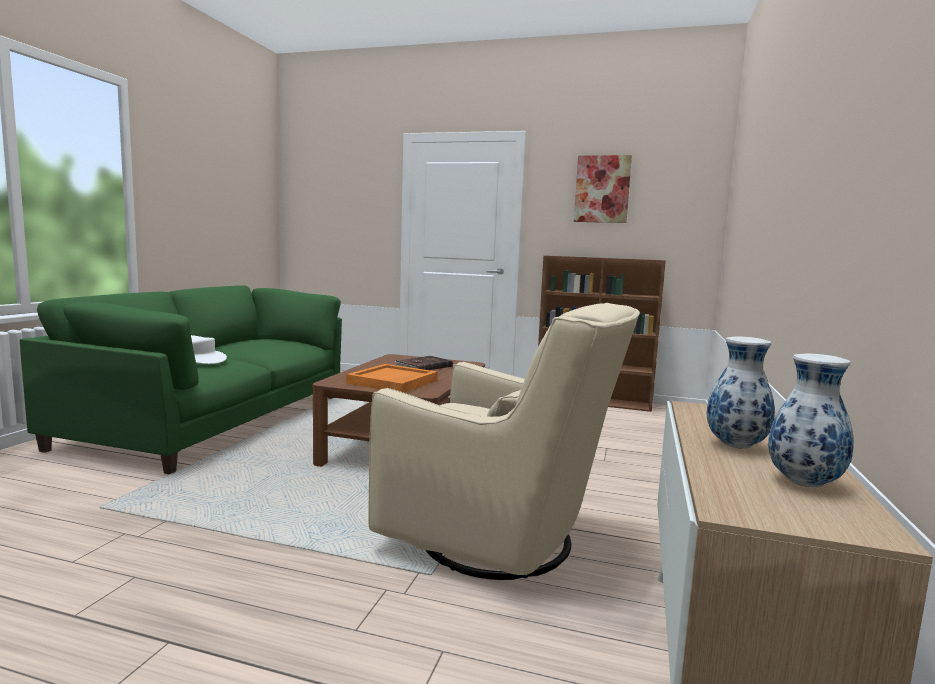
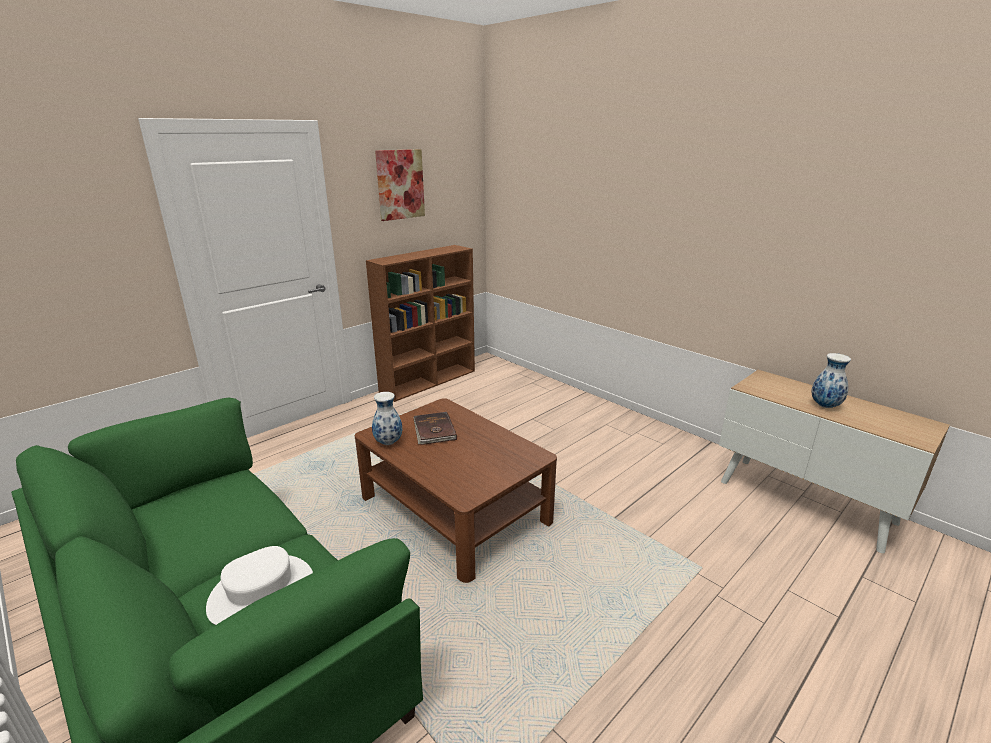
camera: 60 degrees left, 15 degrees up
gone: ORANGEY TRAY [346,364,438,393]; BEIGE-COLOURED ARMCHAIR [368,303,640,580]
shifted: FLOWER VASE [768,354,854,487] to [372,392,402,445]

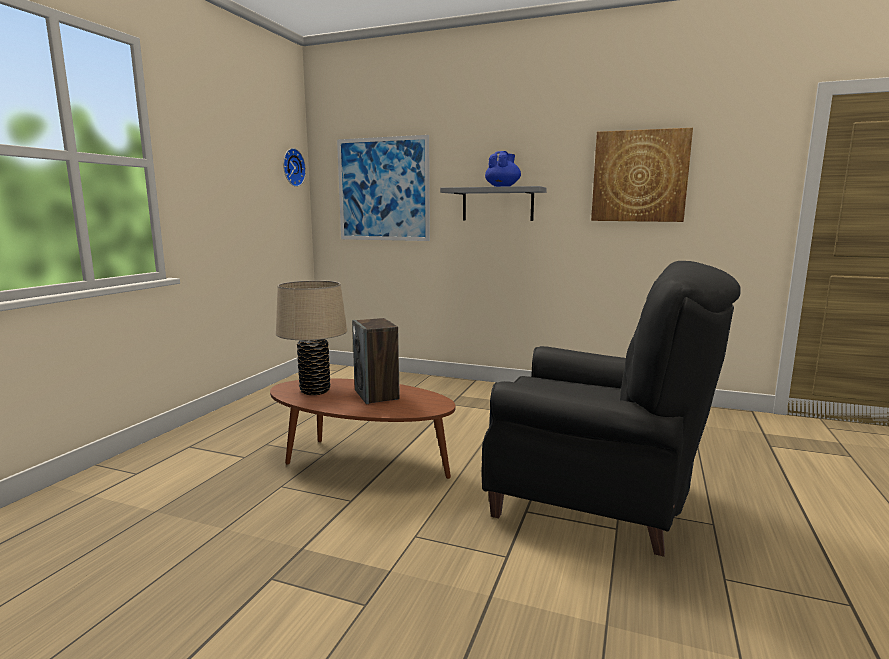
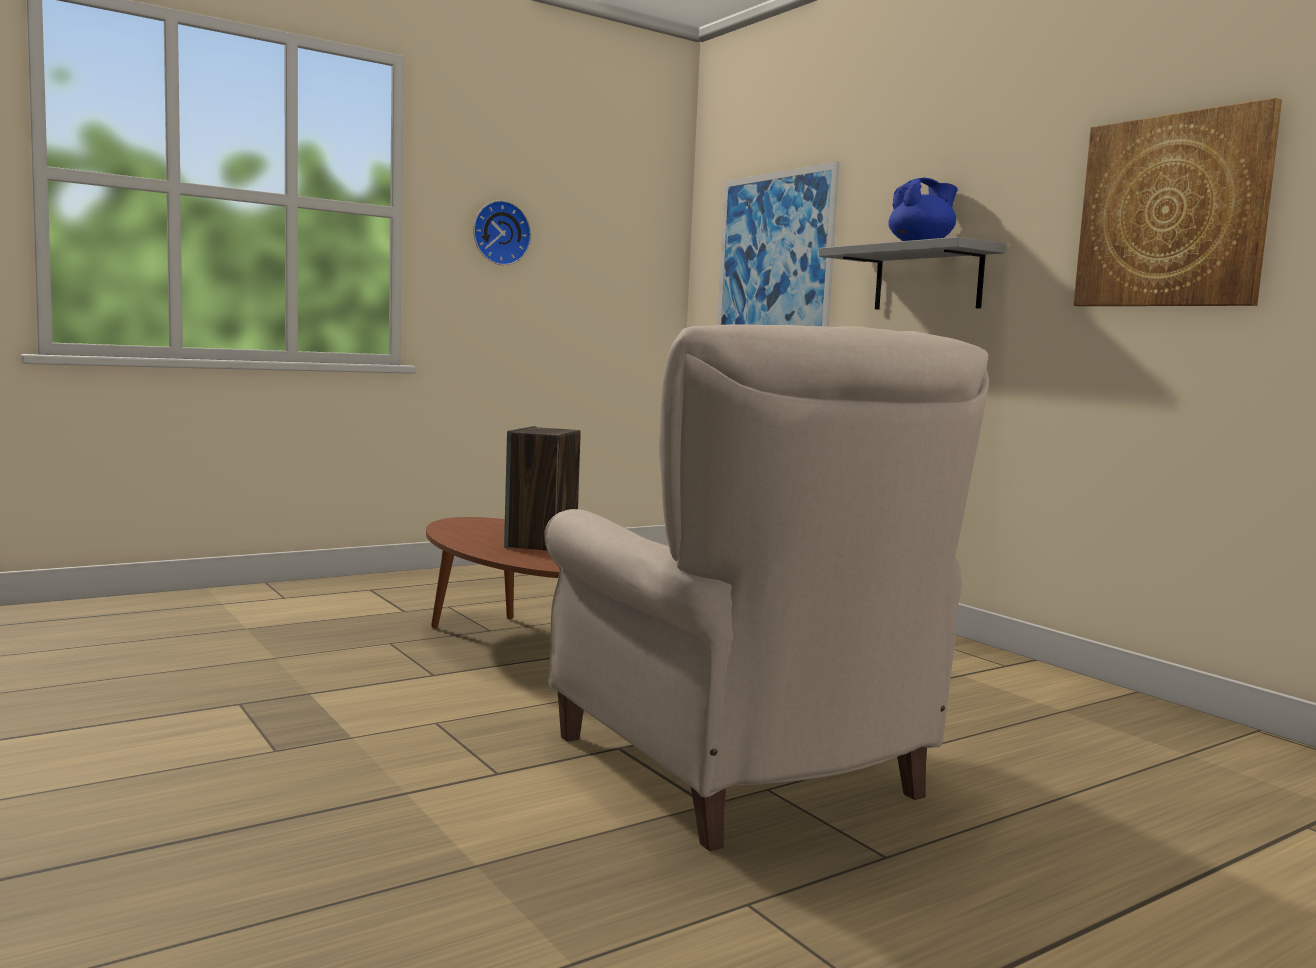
camera: 35 degrees right, 5 degrees down
gone: BEIGE-COLOURED LAMP FOR A TABLE [276,280,347,395]
shifted: WALL CLOCK [283,148,306,187] to [473,200,531,265]
repainted: BLACKISH ARMCHAIR [481,261,741,557] to BEIGE-COLOURED ARMCHAIR [544,324,989,851]

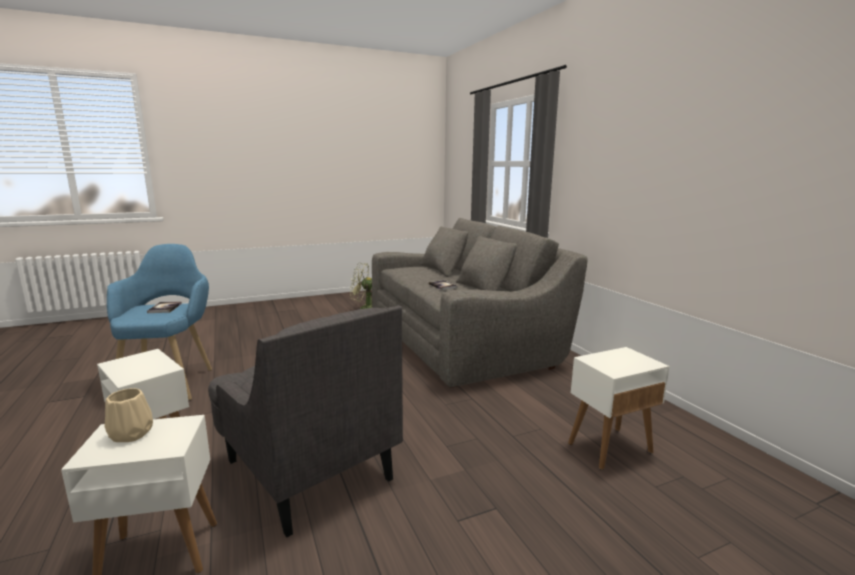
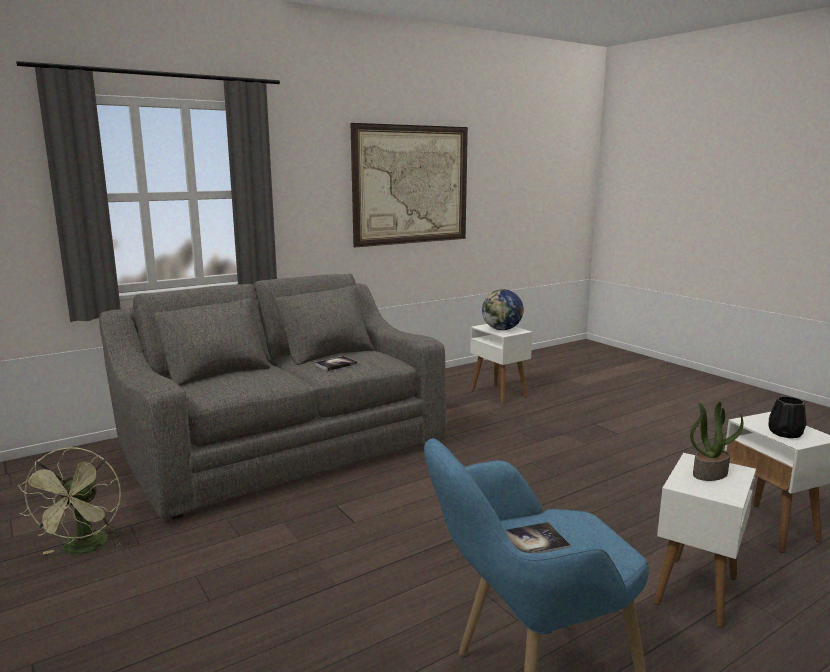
camera: 100 degrees left, 0 degrees up
gone: GREYISH ARMCHAIR [208,305,403,537]
new: WALL PICTURE [350,123,468,247]; DESK GLOBE [482,289,524,330]; HOUSEPLANT [690,402,743,481]
repainted: BEIGE-COLOURED FLOWER VASE [104,388,153,442] to BLACKISH FLOWER VASE [768,396,807,438]

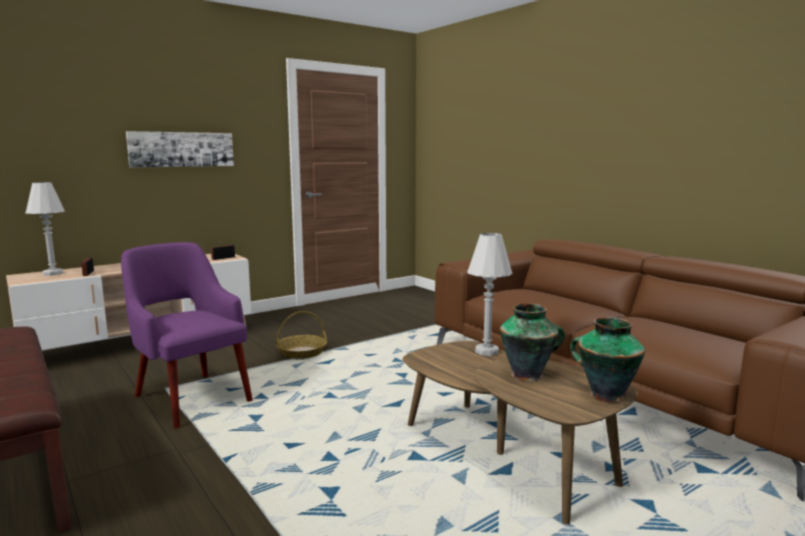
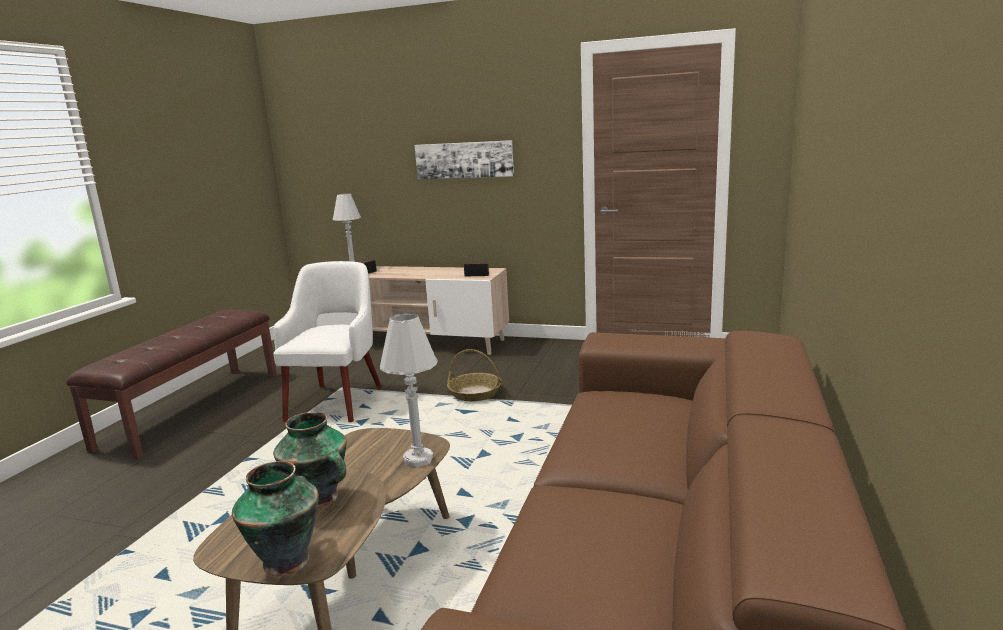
camera: 55 degrees right, 5 degrees up
repainted: PURPLE-COLOURED ARMCHAIR [121,242,253,428] to WHITE-COLOURED ARMCHAIR [273,261,382,422]

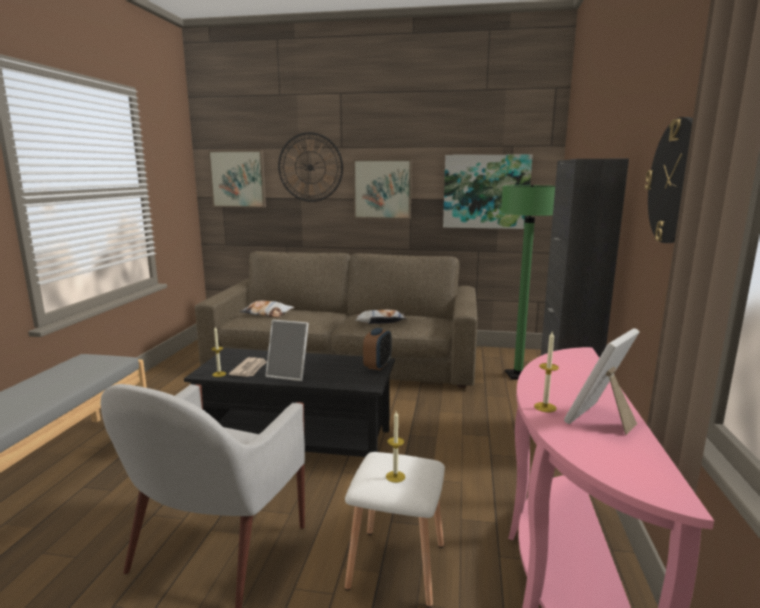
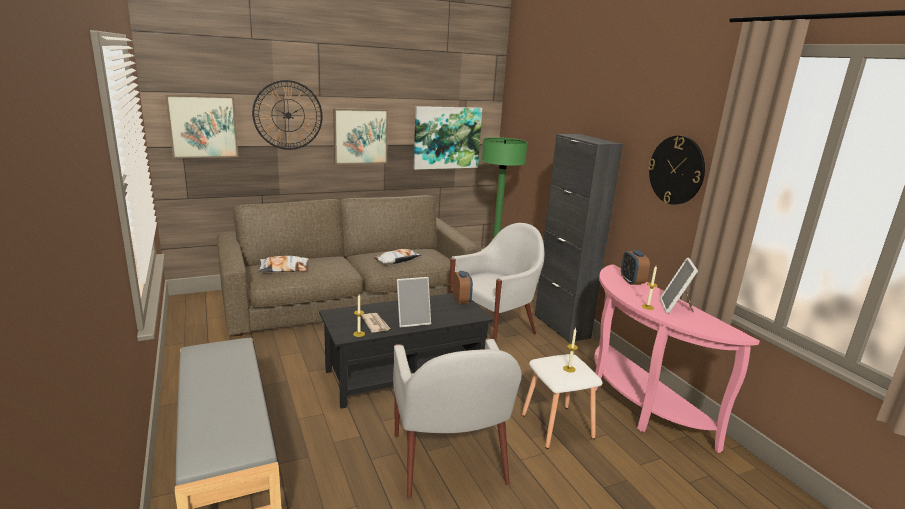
camera: 35 degrees left, 5 degrees up
new: WHITE-COLOURED ARMCHAIR [450,223,544,342]; TABLE CLOCK [621,250,650,285]

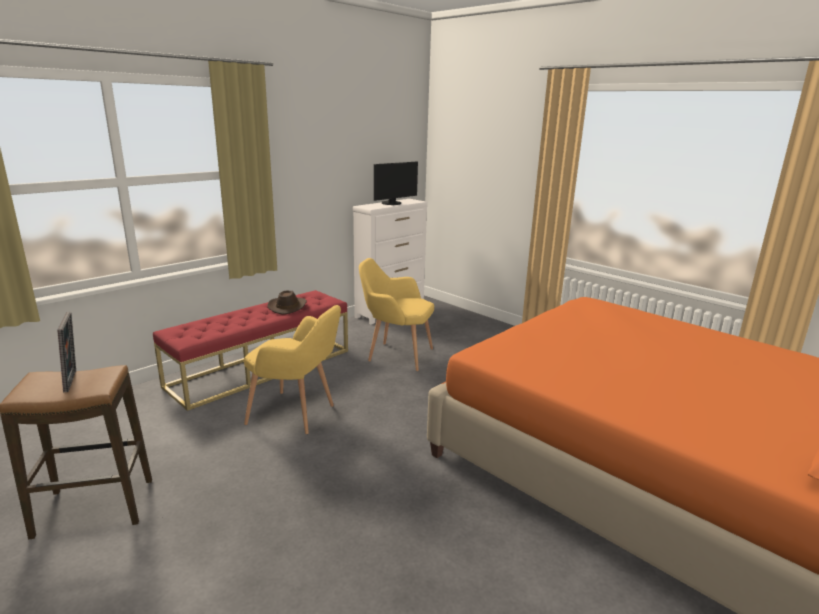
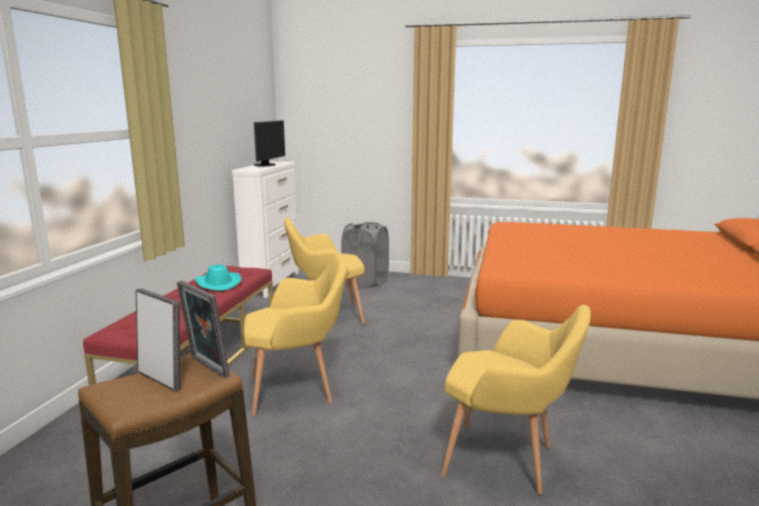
camera: 30 degrees left, 5 degrees down
new: STANDING FRAME [177,281,230,378]; GREYISH LAUNDRY BASKET [341,222,389,288]; YELLOW ARMCHAIR [441,305,591,495]
repainted: BROWN-COLOURED HAT [268,290,307,314] to TURQUOISE HAT [195,264,241,291]

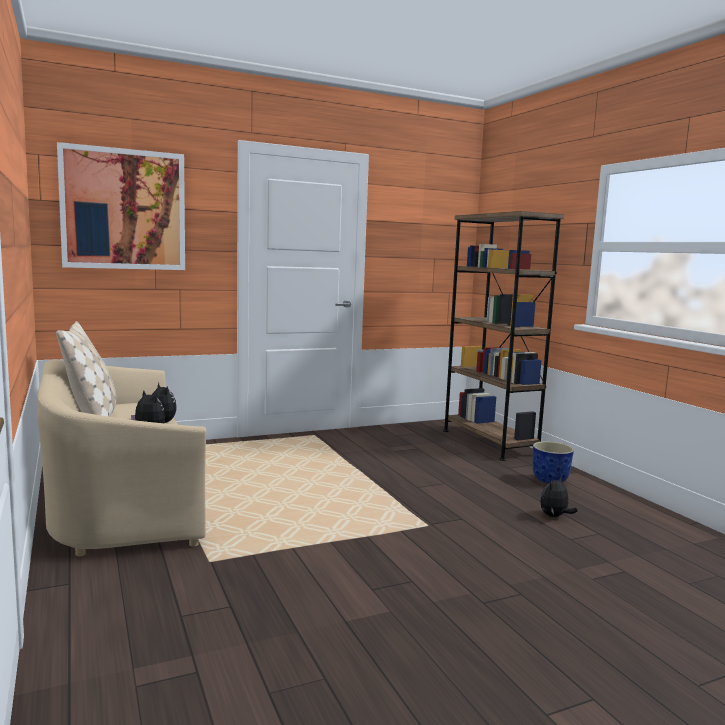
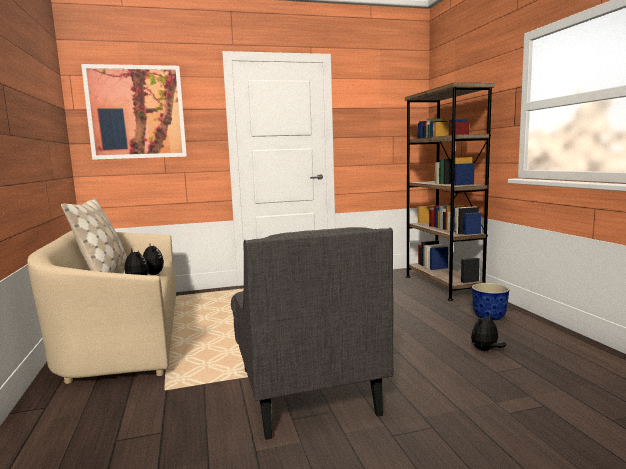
camera: 10 degrees right, 0 degrees up
new: GREYISH ARMCHAIR [231,227,393,440]

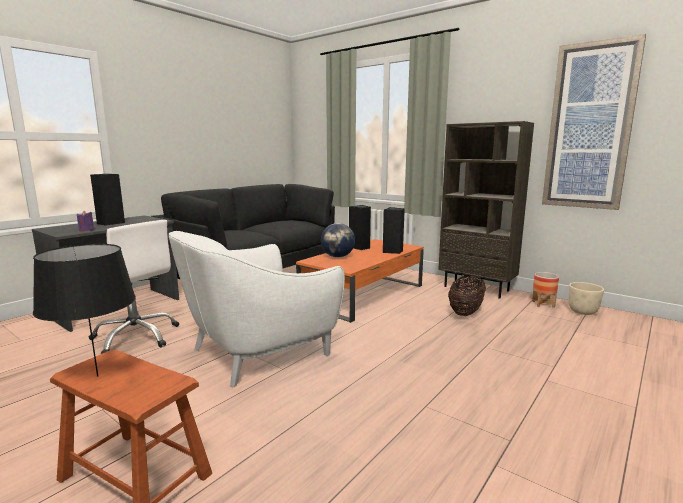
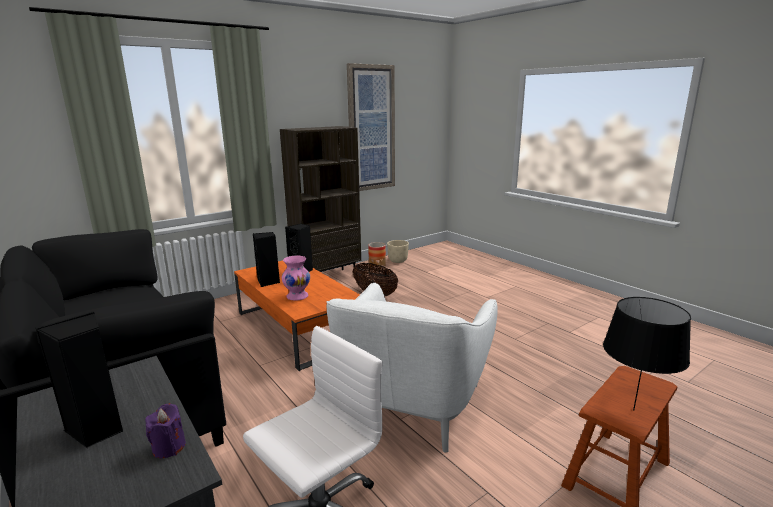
camera: 75 degrees left, 5 degrees up
swapped: DESK GLOBE [321,223,355,258] to PINK-COLOURED FLOWER VASE [282,256,310,301]
rotated: WHITE-COLOURED ARMCHAIR [169,231,345,387] = [326,283,498,452] 45 degrees clockwise

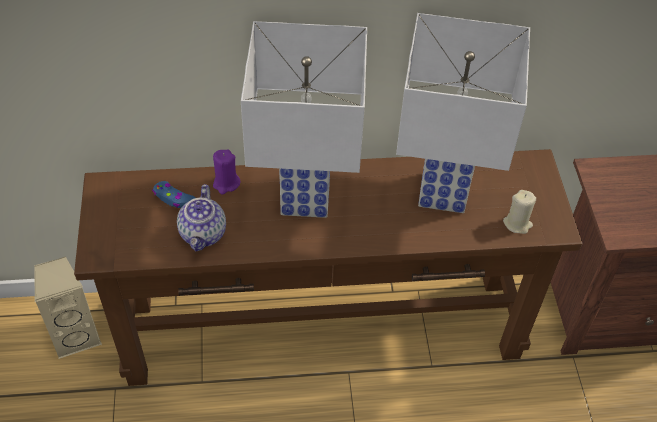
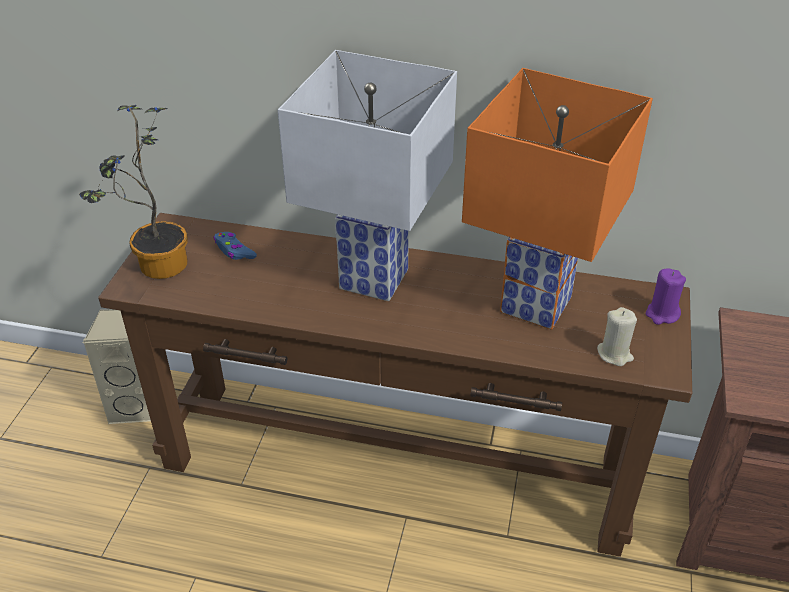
camera: 20 degrees right, 10 degrees down
gone: POT FOR TEA [177,184,226,251]
new: HOUSEPLANT [79,105,188,279]
shifted: PURPLE-COLOURED WAX LIGHT [213,150,241,194] to [646,268,686,325]
repainted: WHITE-COLOURED LAMP FOR A TABLE [396,13,530,213] to ORANGEY LAMP FOR A TABLE [462,68,653,329]

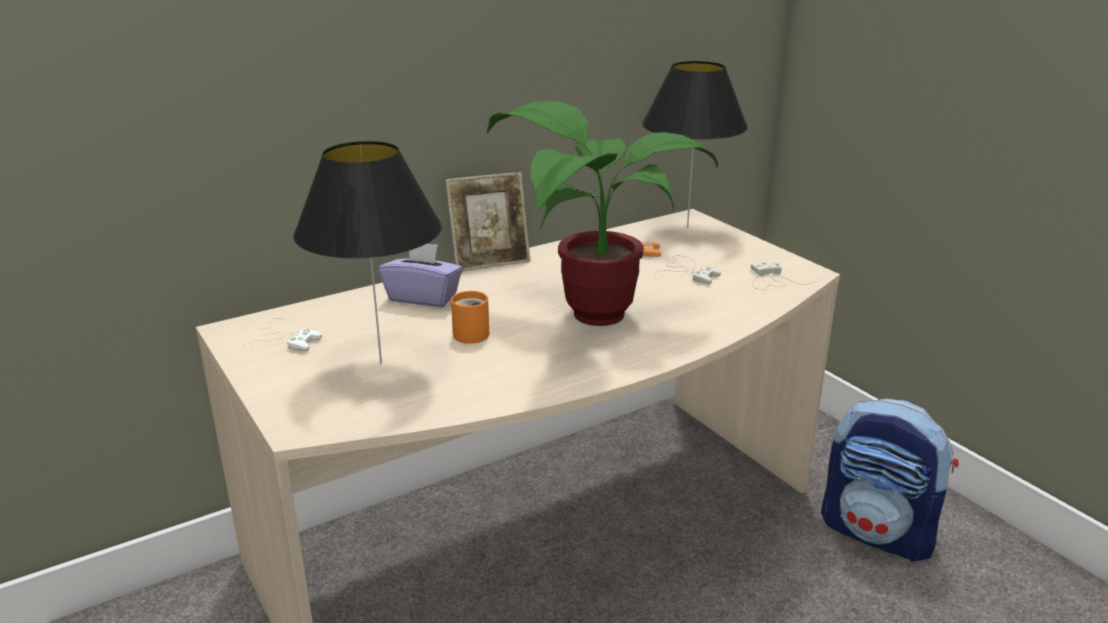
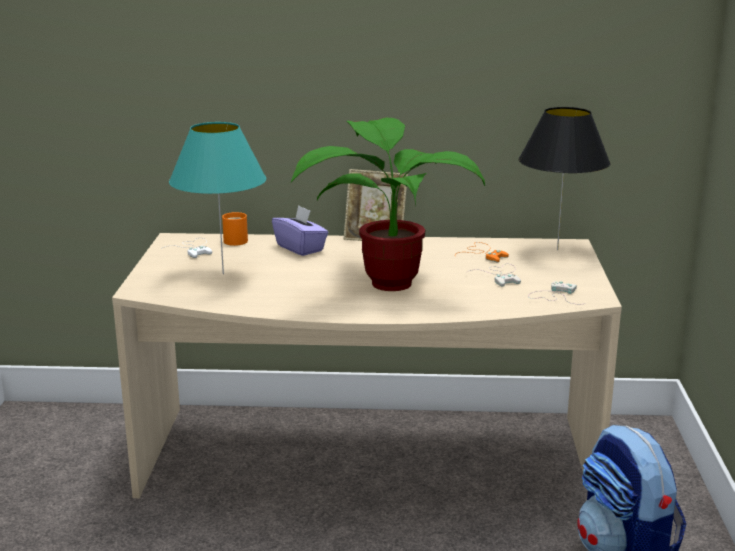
camera: 35 degrees right, 5 degrees down
shifted: ORANGEY MUG [451,291,489,344] to [222,212,248,246]
repainted: BLACKISH LAMP FOR A TABLE [293,141,442,363] to TURQUOISE LAMP FOR A TABLE [169,122,266,274]

